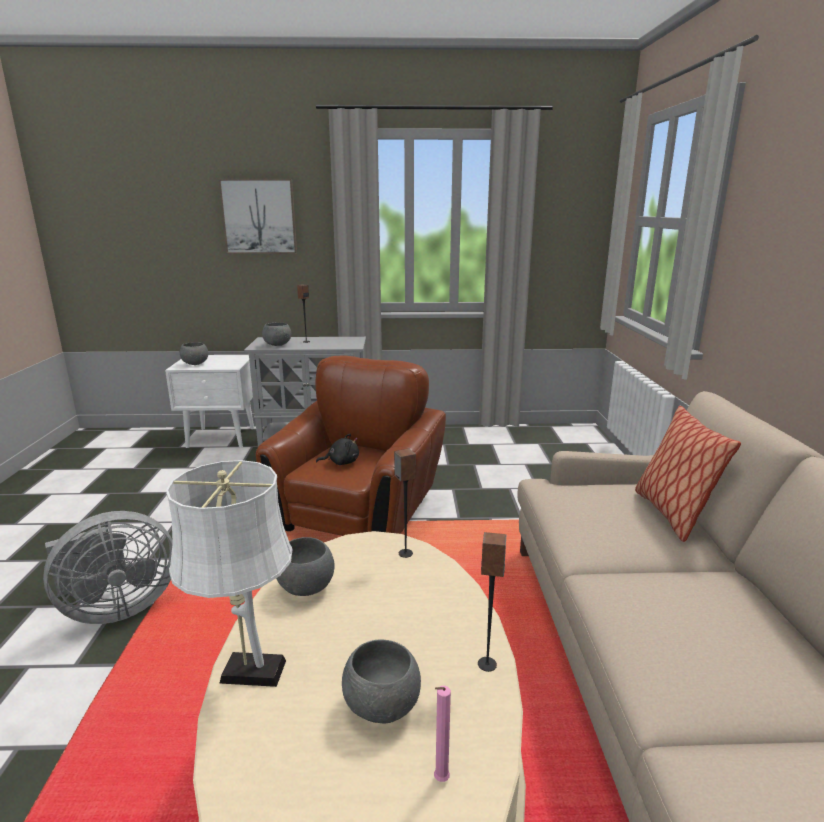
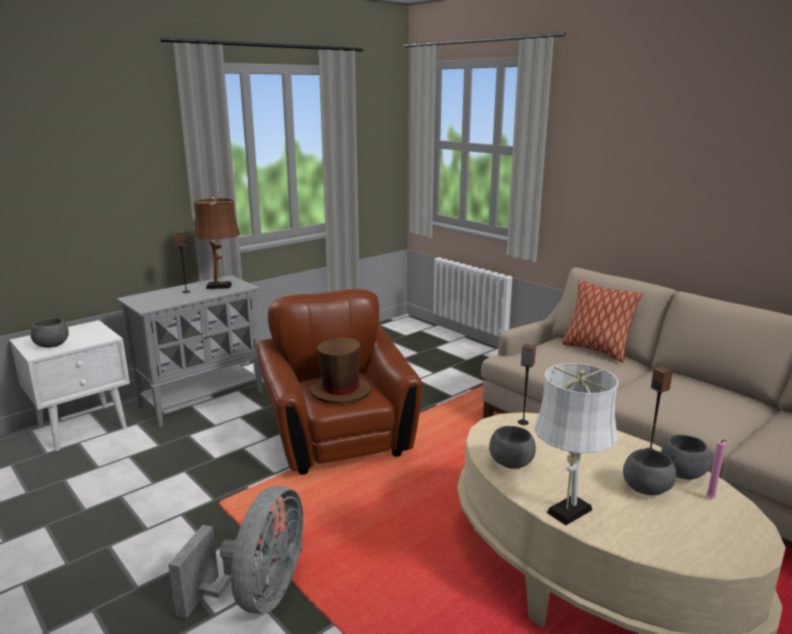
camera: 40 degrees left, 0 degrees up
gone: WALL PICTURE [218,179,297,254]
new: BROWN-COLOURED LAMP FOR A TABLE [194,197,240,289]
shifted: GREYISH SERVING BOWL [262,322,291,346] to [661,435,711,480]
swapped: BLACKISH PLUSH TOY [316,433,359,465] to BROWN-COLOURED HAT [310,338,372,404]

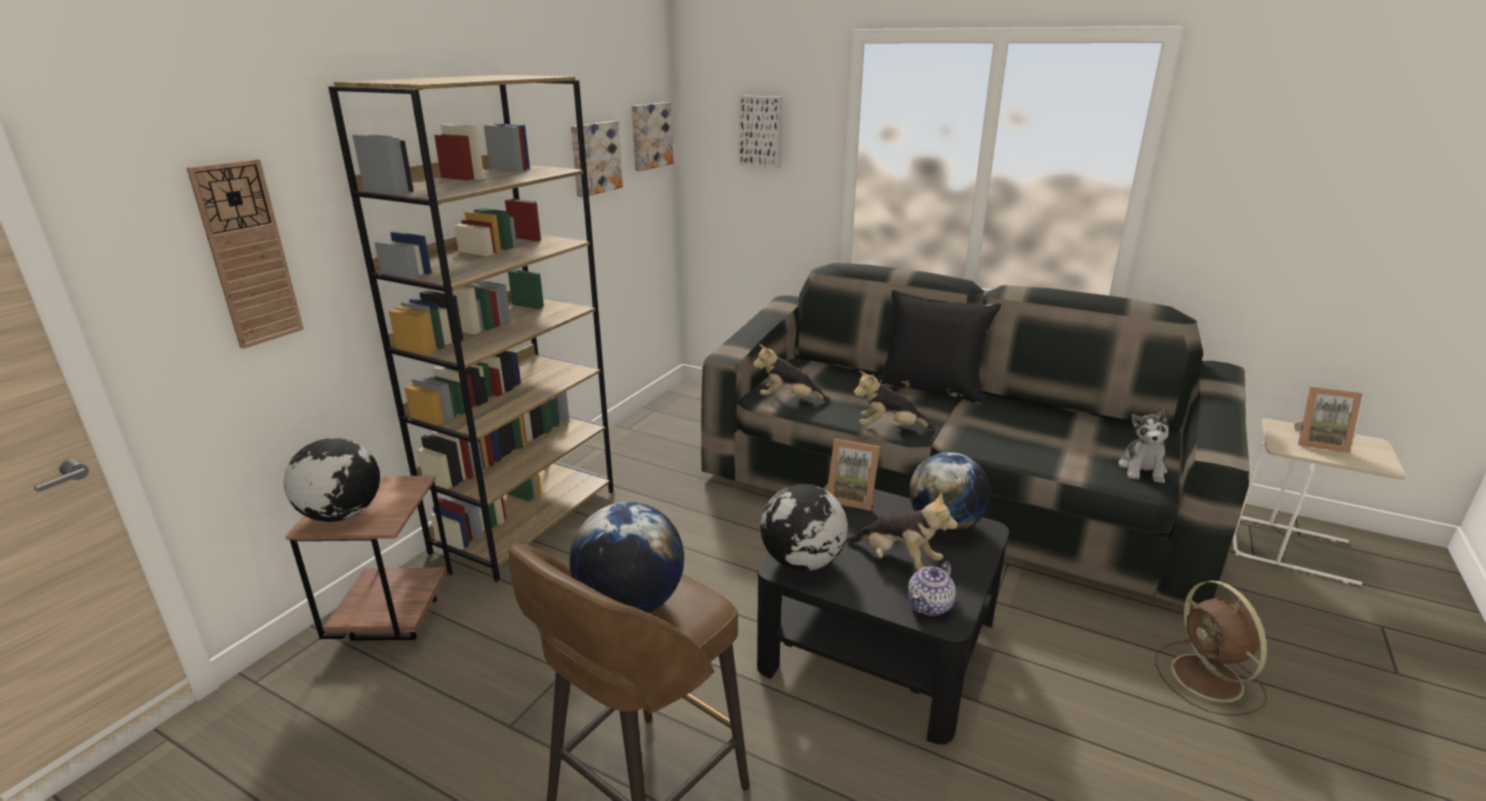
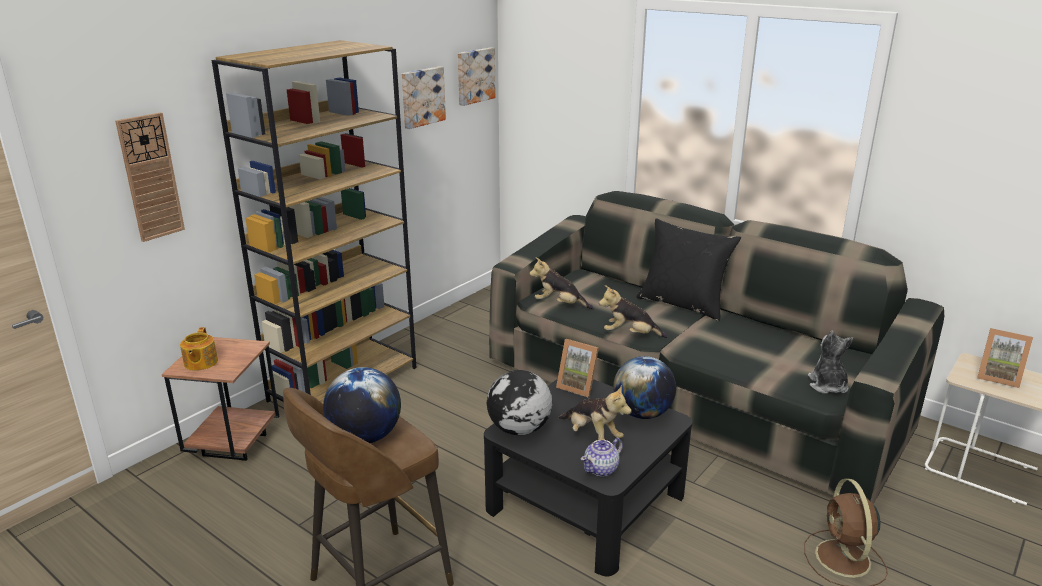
camera: 10 degrees right, 0 degrees up
gone: WALL PICTURE [739,95,782,168]
swapped: DESK GLOBE [284,438,380,522] to POT FOR TEA [180,327,218,371]
rotated: PLUSH TOY [1118,409,1169,483] = [808,331,853,393] 150 degrees clockwise

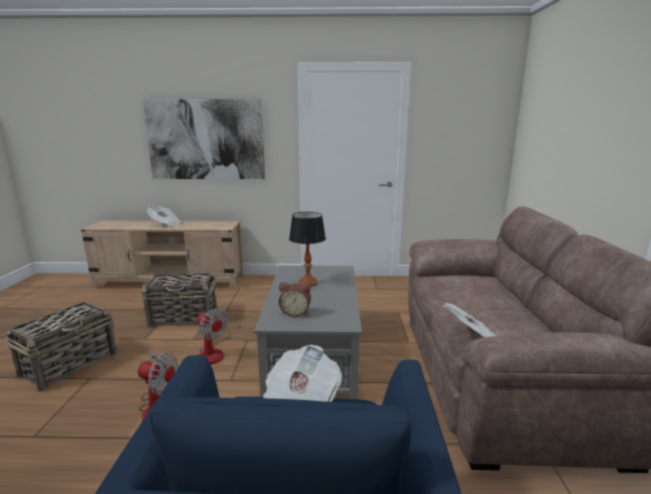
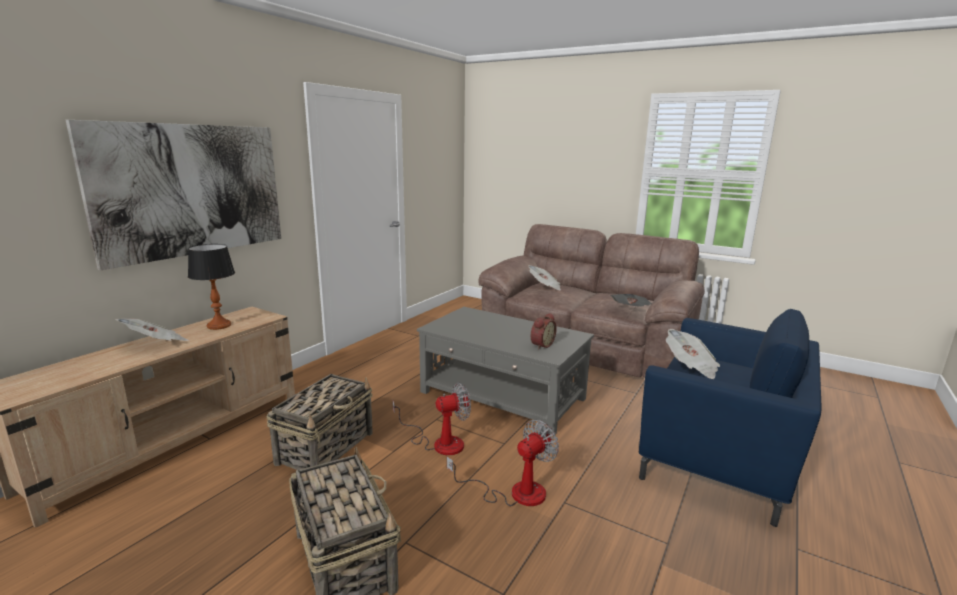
camera: 60 degrees left, 0 degrees up
new: NEWSPAPER [528,265,561,291]
shifted: LAMP FOR A TABLE [289,212,326,287] to [188,244,235,330]

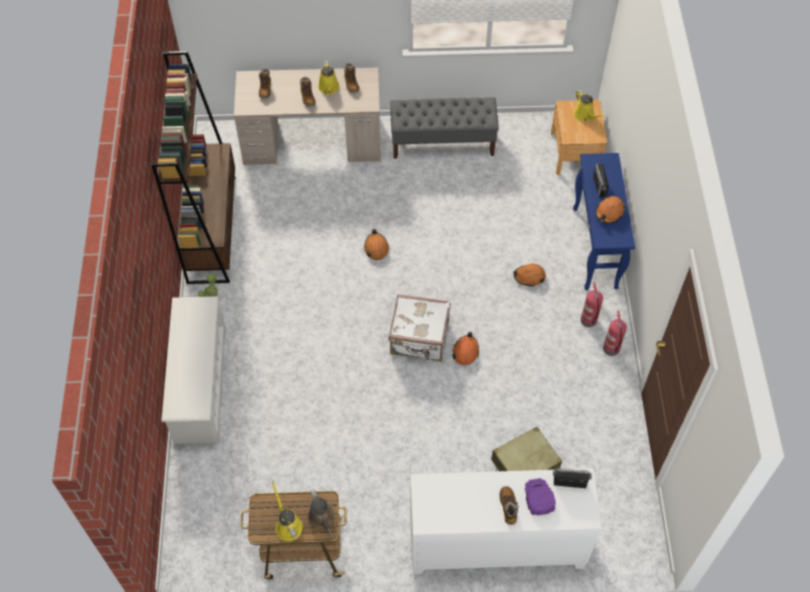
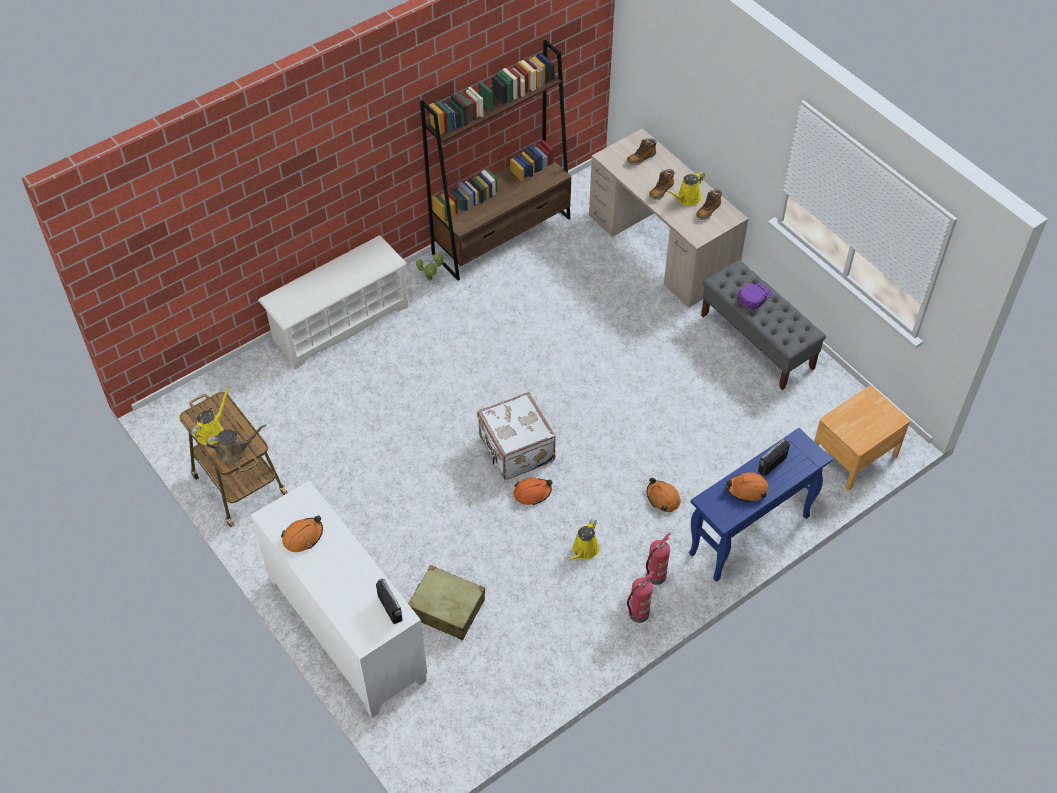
camera: 55 degrees right, 5 degrees down
gone: HIGH-TOP BOOT [500,486,518,525]
shifted: ORANGEY SAFETY HELMET [364,229,389,260] to [281,516,323,552]; PURPLE-COLOURED CAP [525,478,556,516] to [737,283,771,311]; YELLOW SPRINKLING CAN [573,90,605,122] to [569,519,600,561]
rotated: BROWN-COLOURED SPRINKLING CAN [308,489,334,539] = [206,424,266,464] 135 degrees counterclockwise

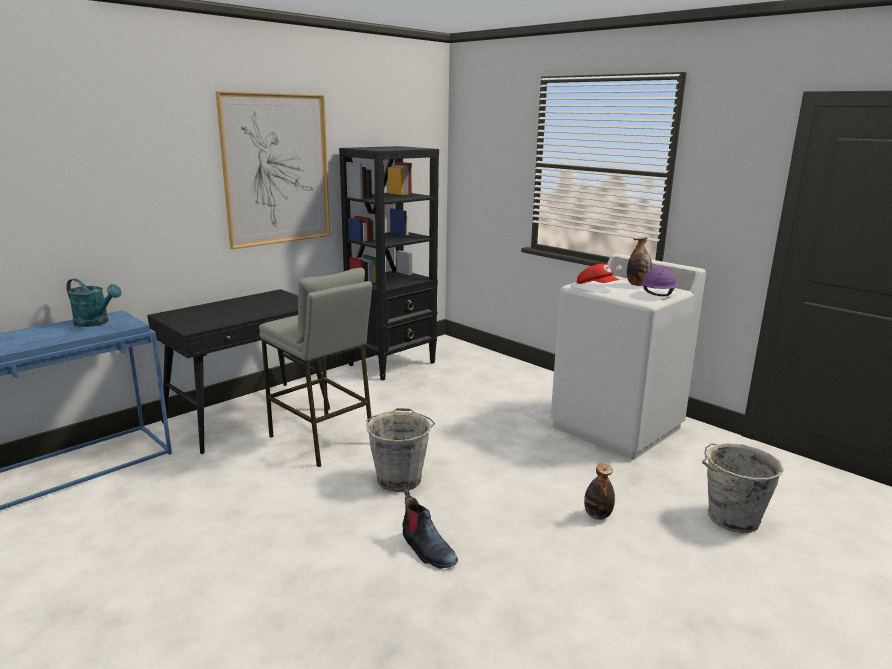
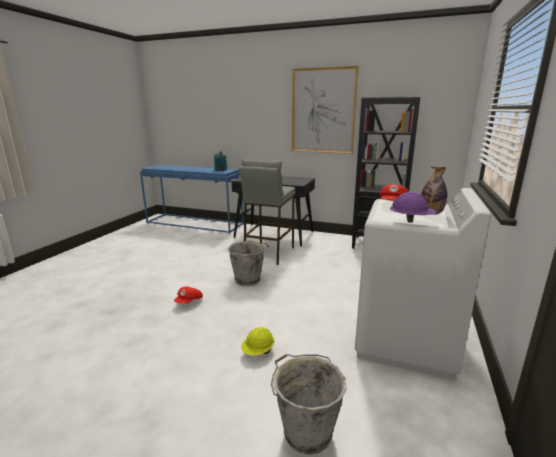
camera: 65 degrees right, 0 degrees up
swapped: HIGH-TOP BOOT [403,487,458,569] to RED CAP [174,286,203,304]; BOTTLE [584,464,615,520] to YELLOW SAFETY HELMET [241,327,274,355]

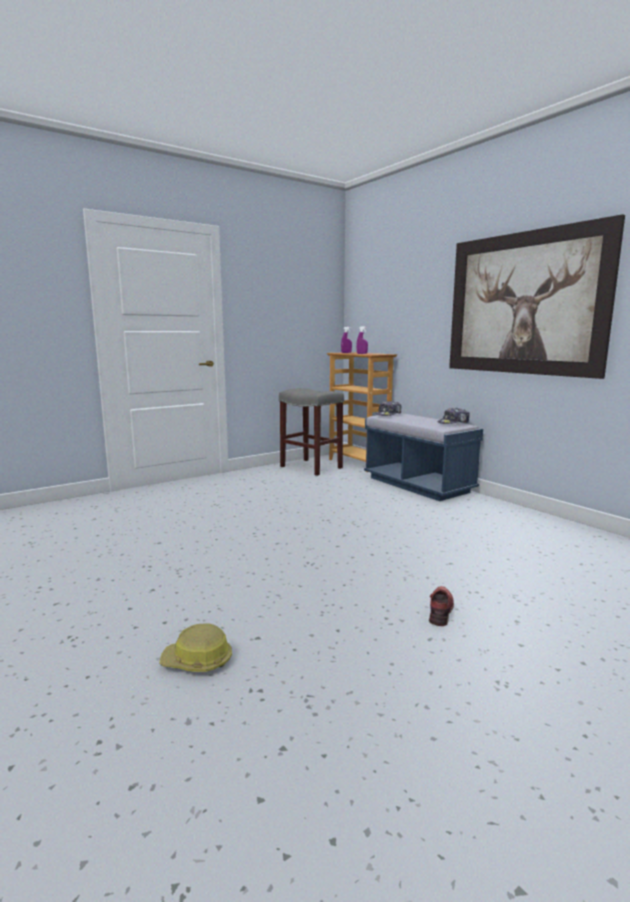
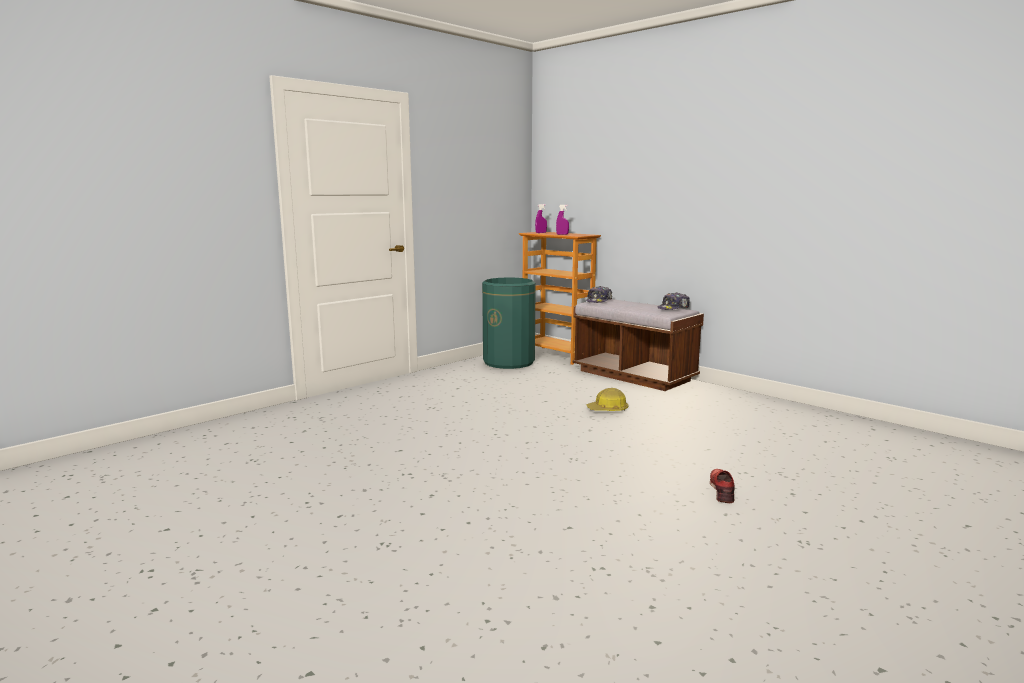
camera: 10 degrees left, 0 degrees up
gone: WALL PICTURE [449,214,625,379]
shifted: SAFETY HELMET [159,624,232,672] to [586,388,628,411]
swapped: GREYISH STOOL [279,388,344,476] to GREENISH TRASH CAN [482,278,536,369]
repainted: BLUISH BENCH [364,413,483,501] to BROWN-COLOURED BENCH [572,299,704,391]

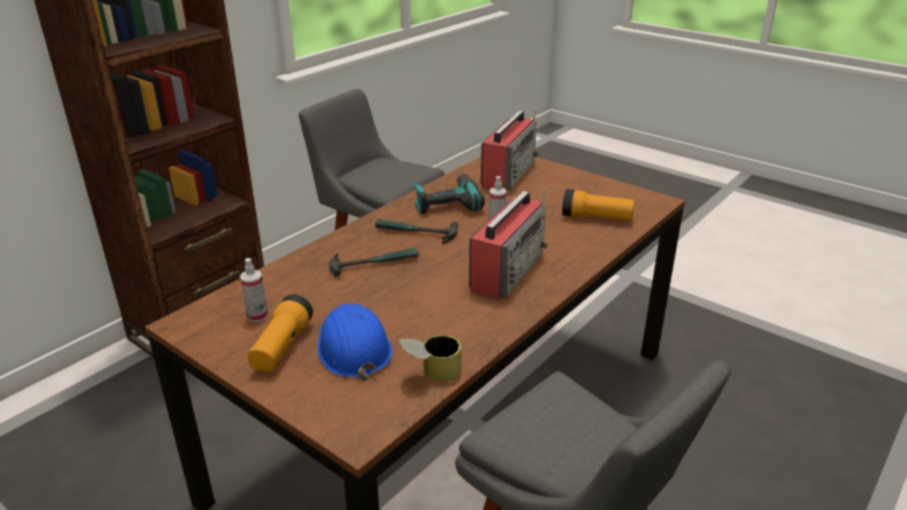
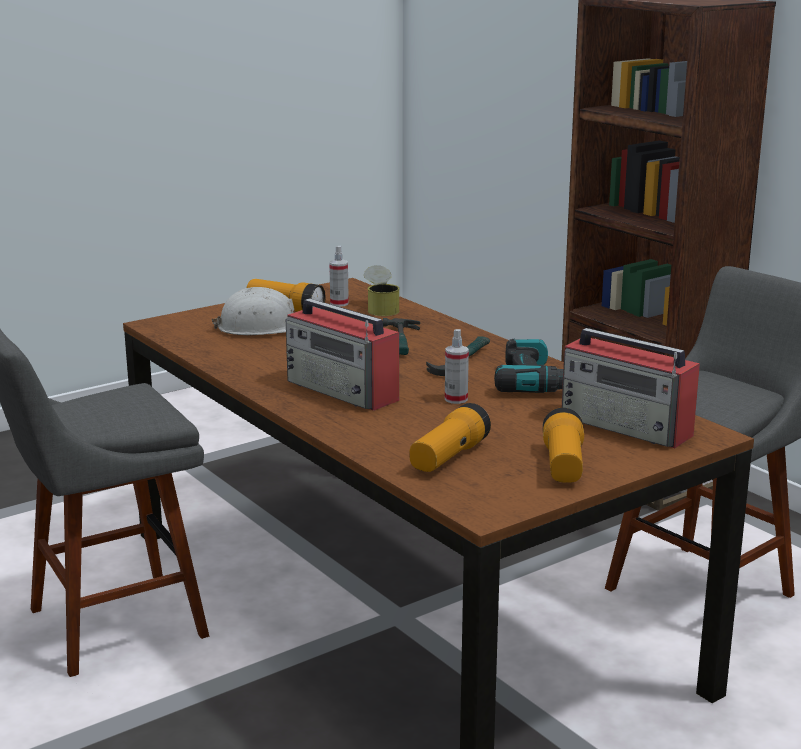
camera: 105 degrees right, 10 degrees down
new: TORCH [543,408,584,483]
shifted: CAN [399,335,462,382] to [364,266,399,316]
repainted: BLUISH SAFETY HELMET [317,304,392,380] to WHITE-COLOURED SAFETY HELMET [212,287,294,335]

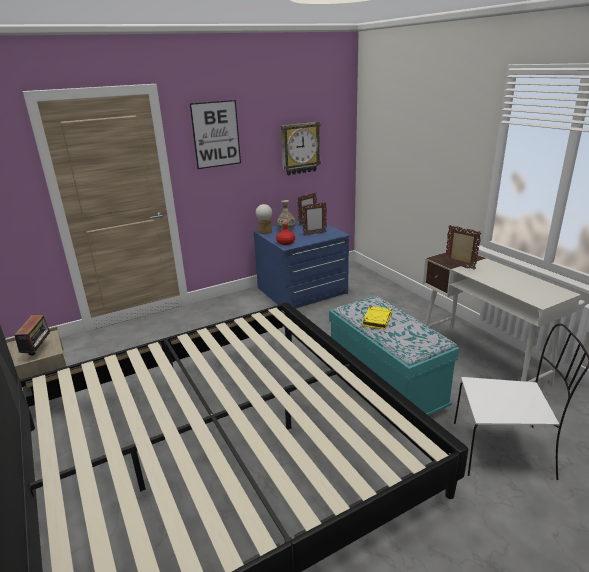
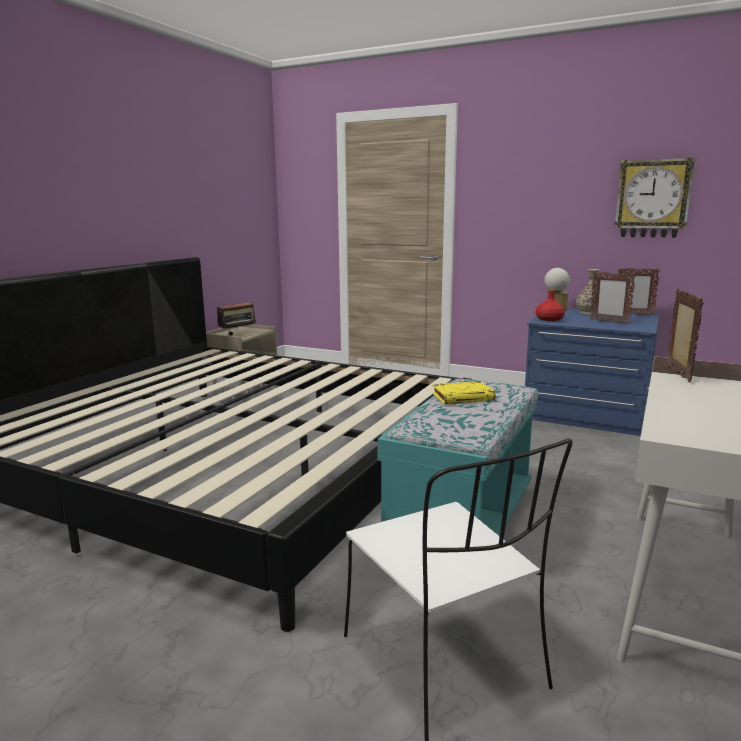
camera: 55 degrees right, 10 degrees down
gone: WALL PICTURE [190,100,241,169]

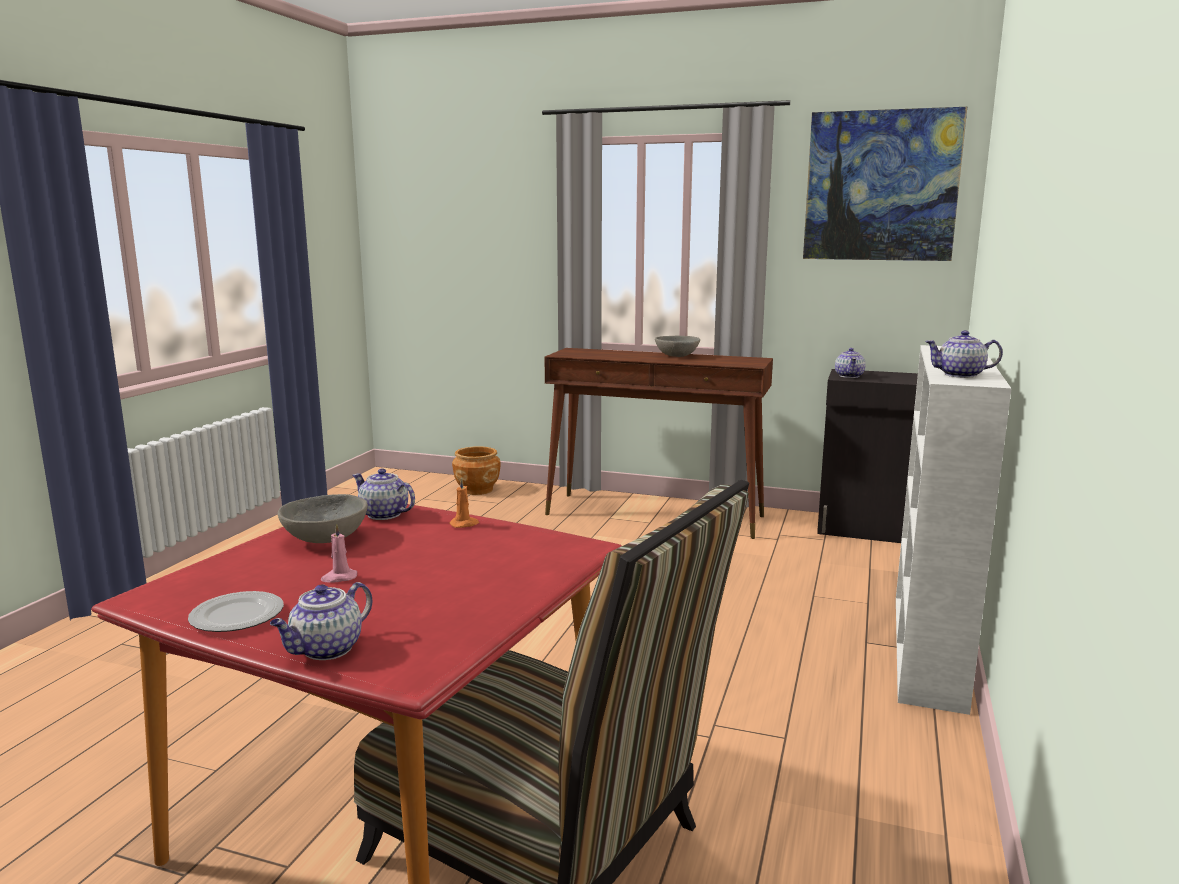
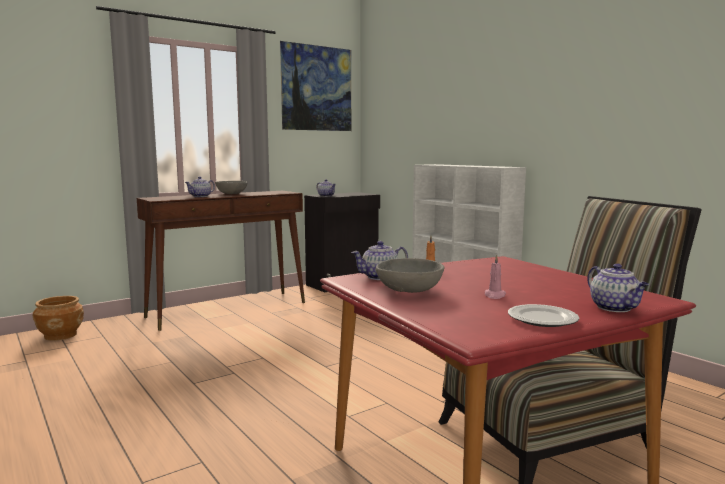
camera: 55 degrees left, 5 degrees down
shifted: POT FOR TEA [925,330,1003,378] to [185,177,215,197]

